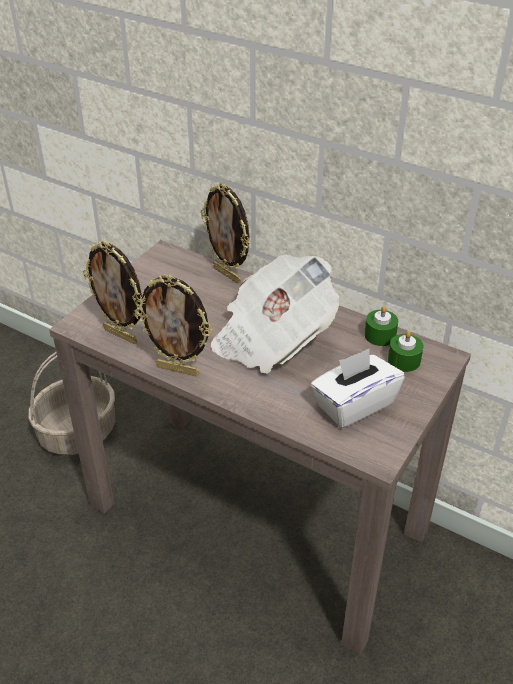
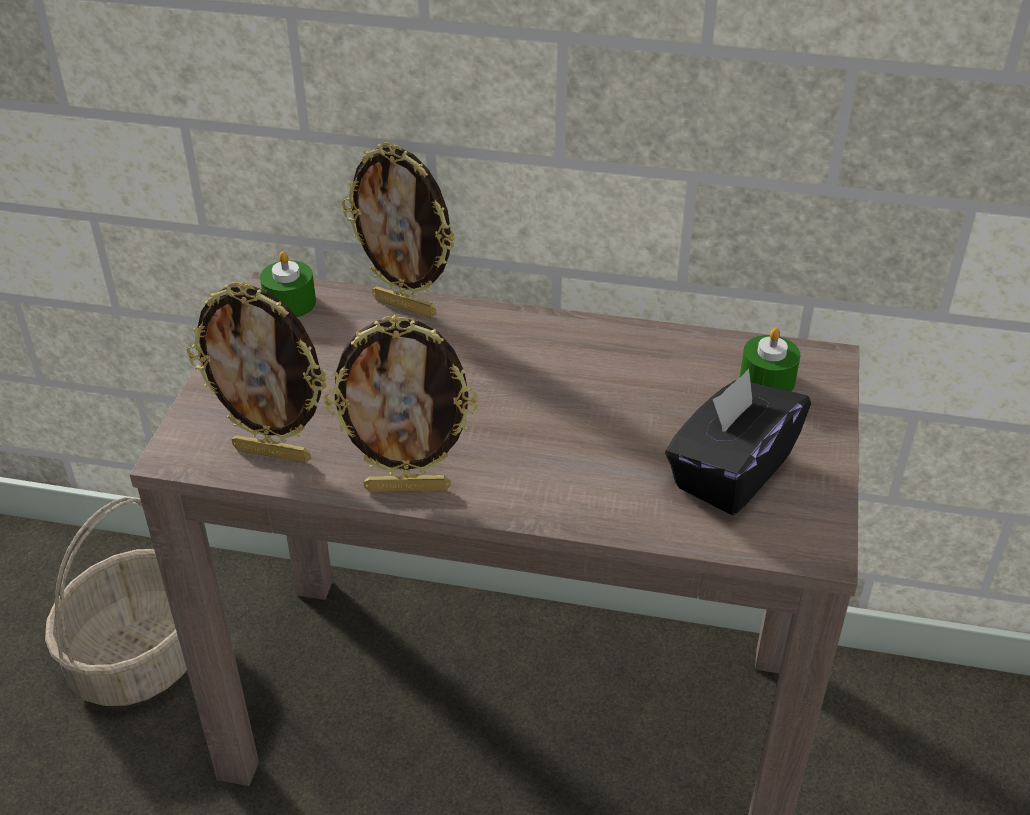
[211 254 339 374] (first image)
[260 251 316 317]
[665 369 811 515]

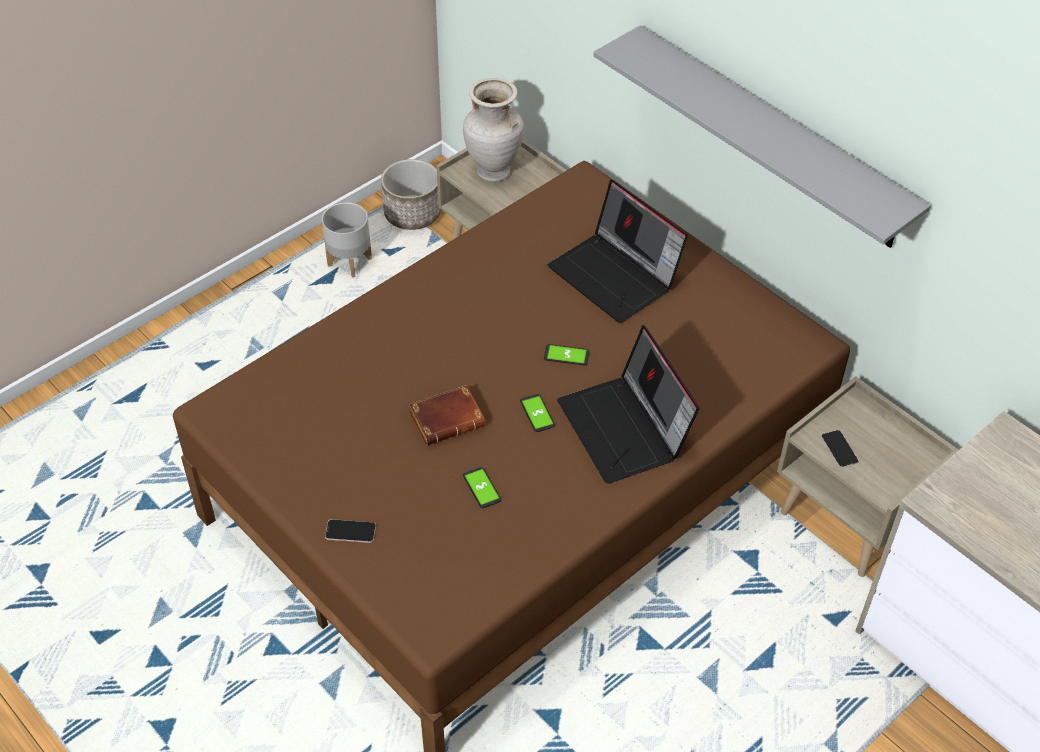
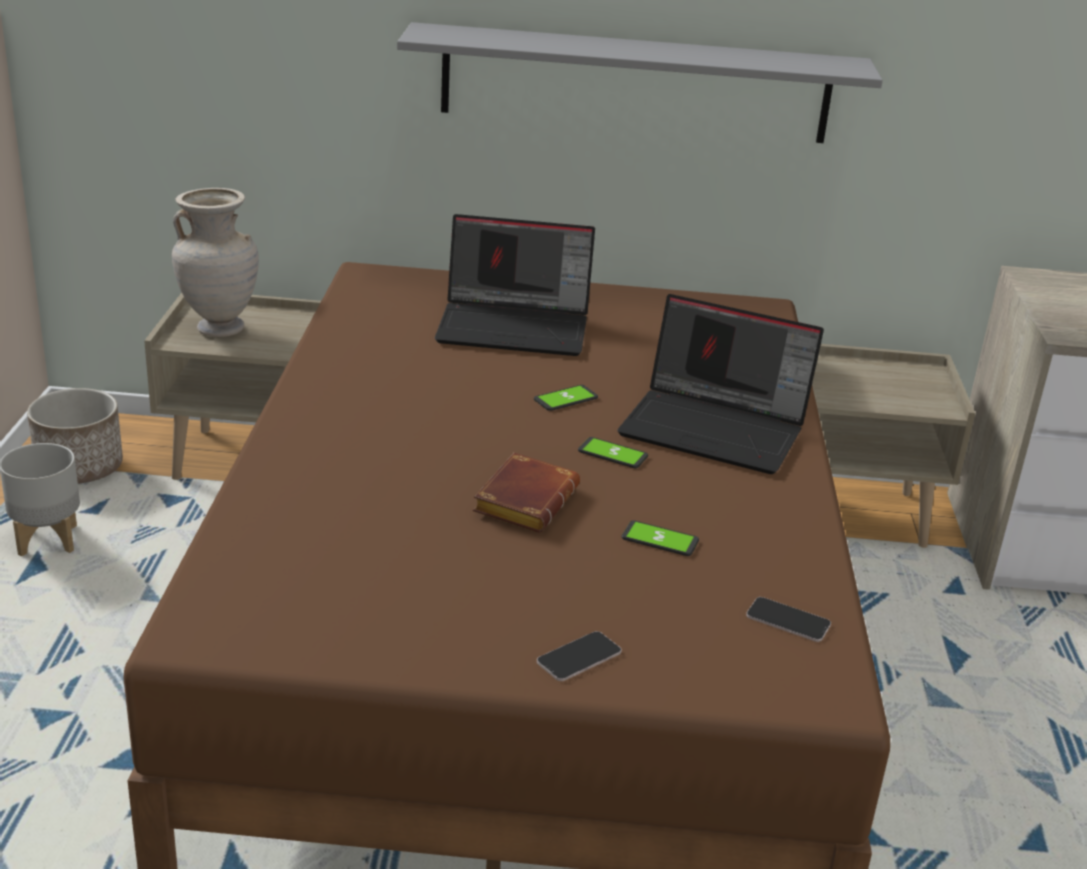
[746 597 831 642]

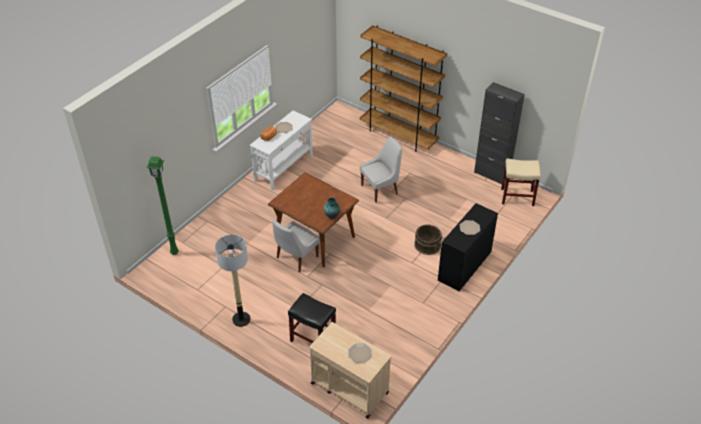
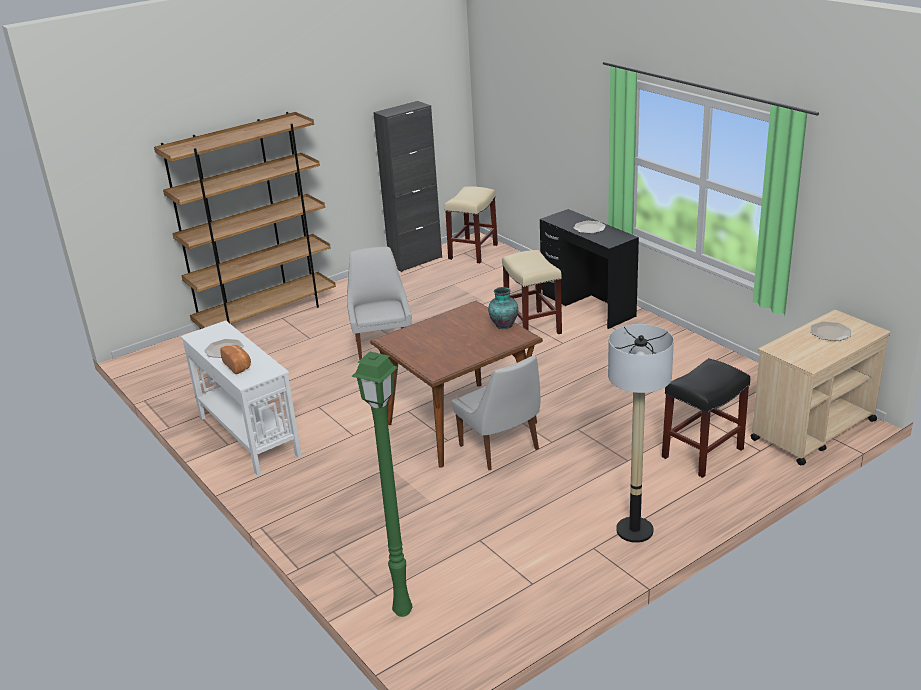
[502 250 562 334]

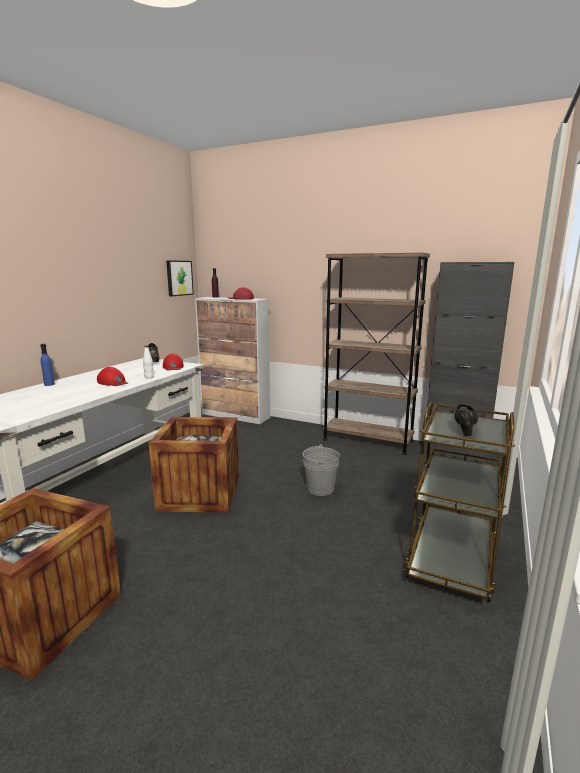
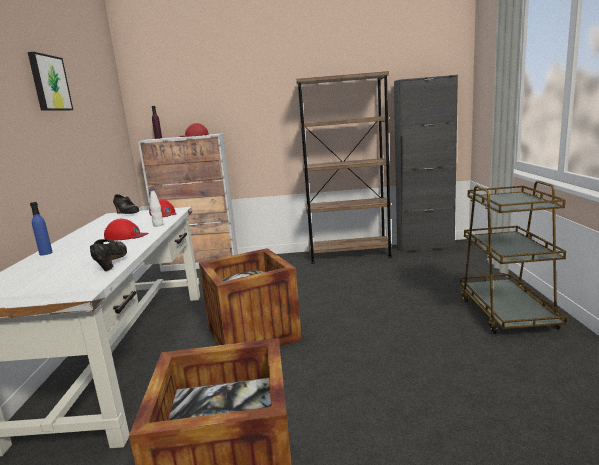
[28 52 73 111]
[90 239 127 271]
[303 444 340 496] (first image)

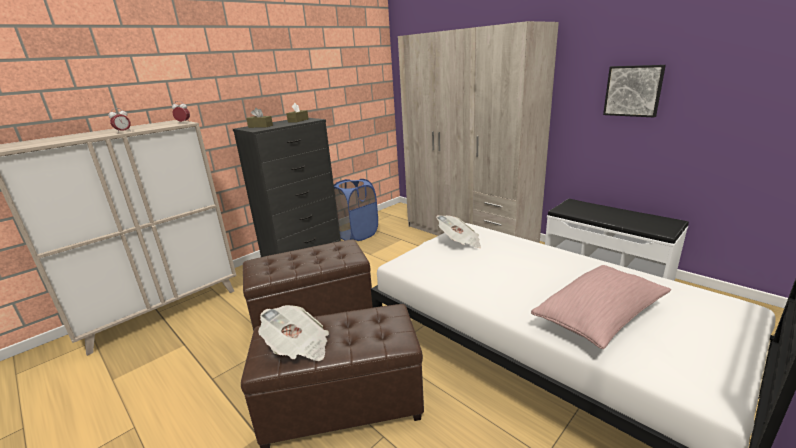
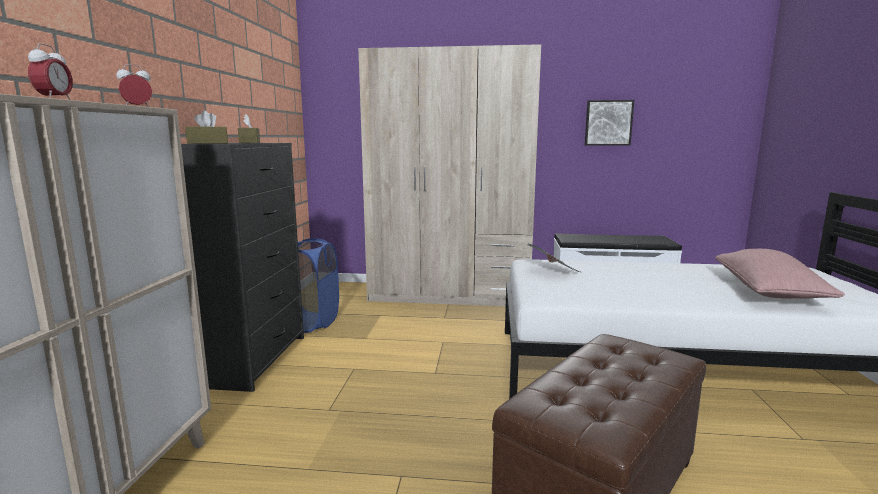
[243 239 373 331] (first image)
[258 305 329 361] (first image)

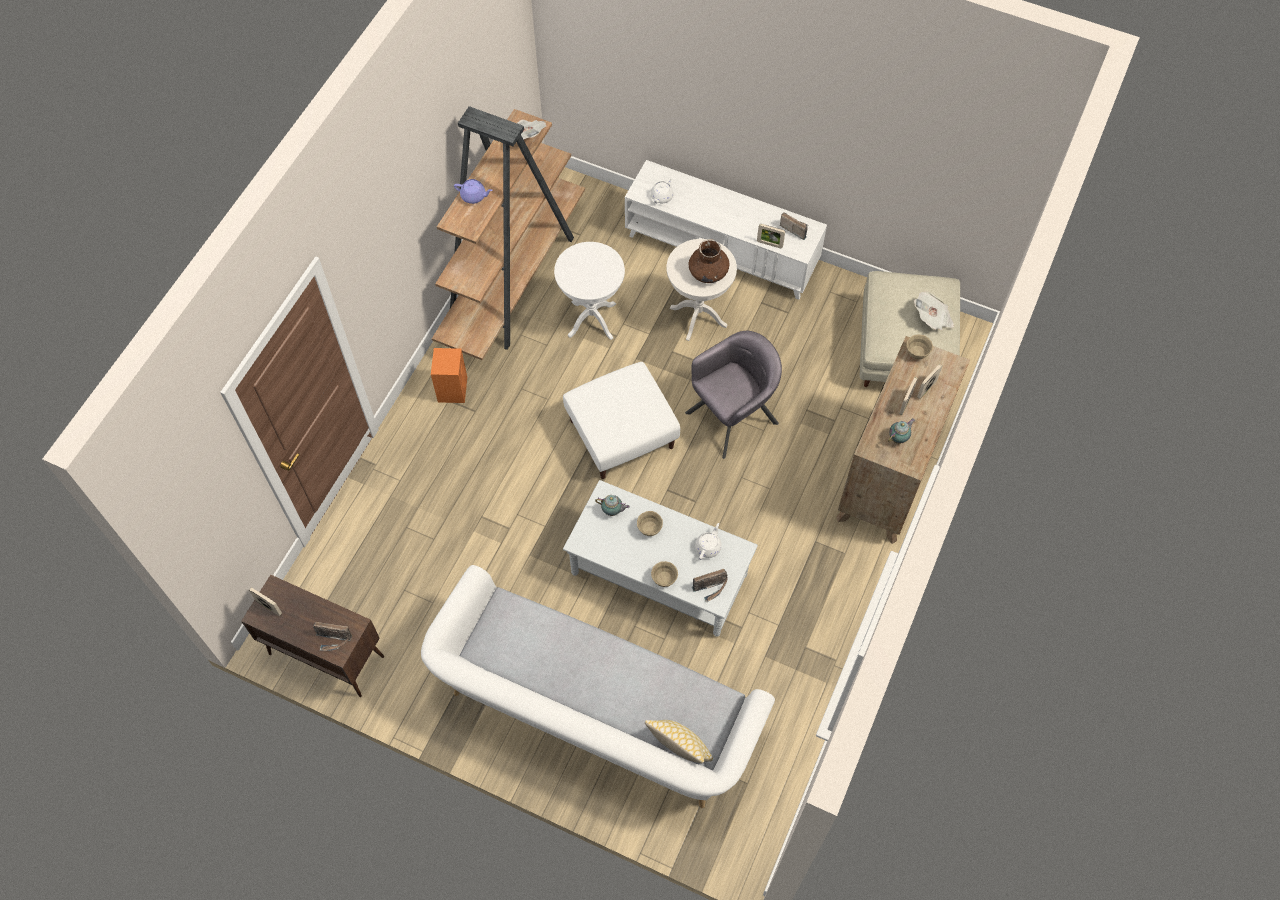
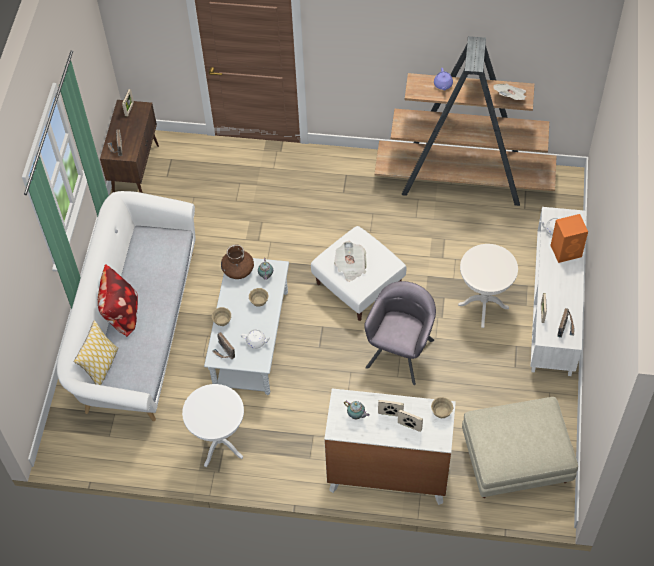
[221 245 254 279]
[182 384 244 467]
[334 241 367 282]
[364 281 436 385]
[324 389 456 505]
[550 214 588 263]
[98 264 138 337]

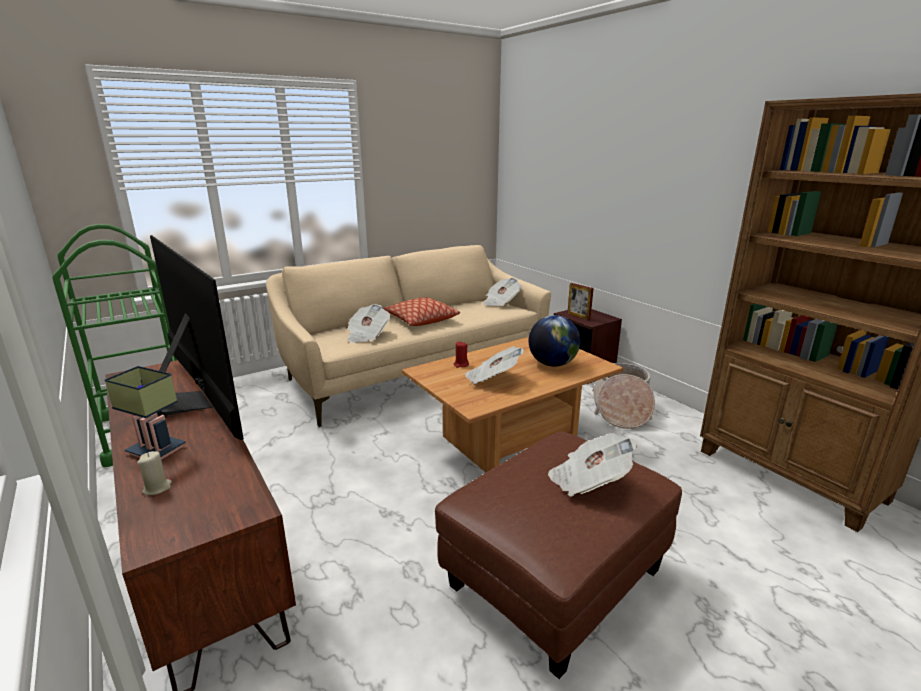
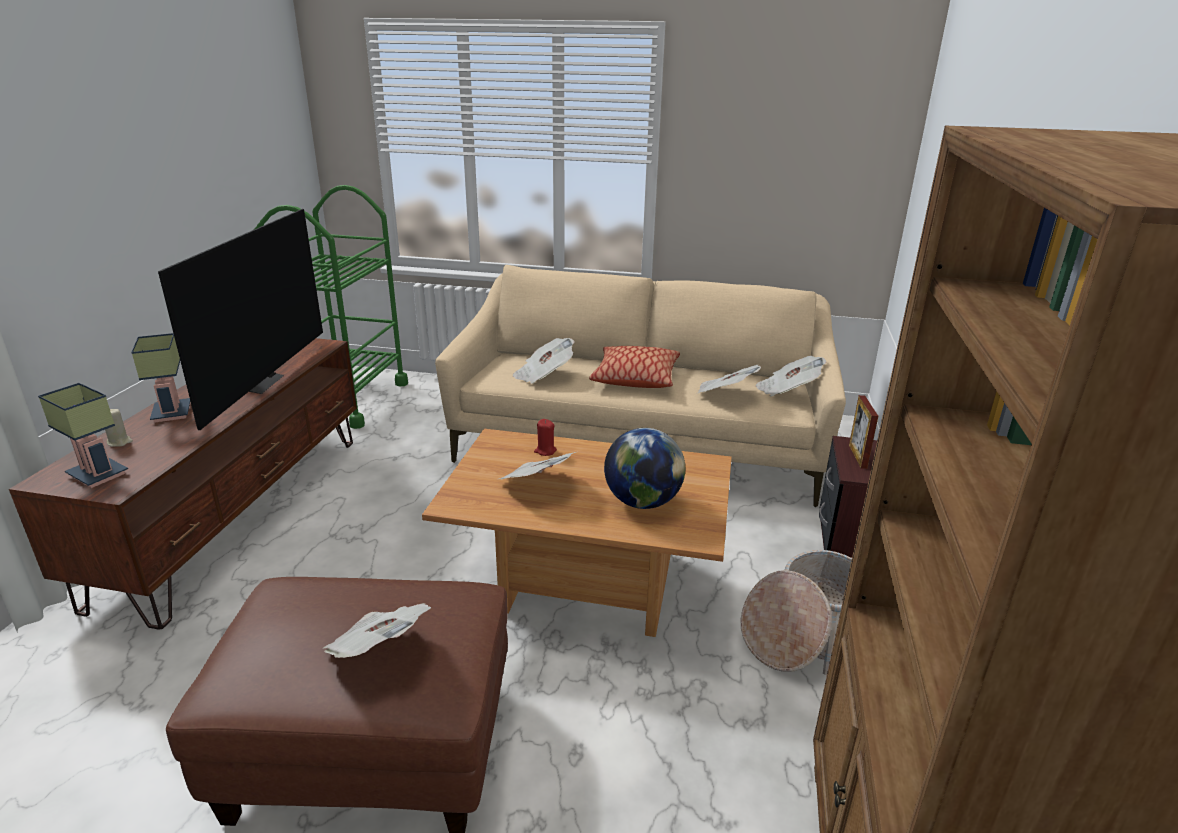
[696 364 761 394]
[38 383 128 488]

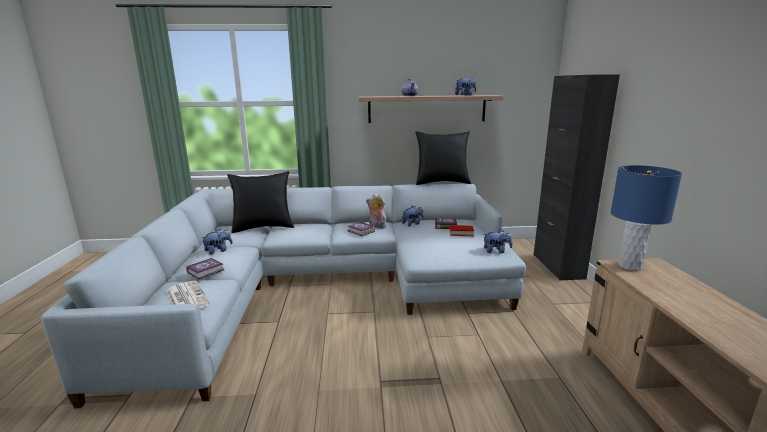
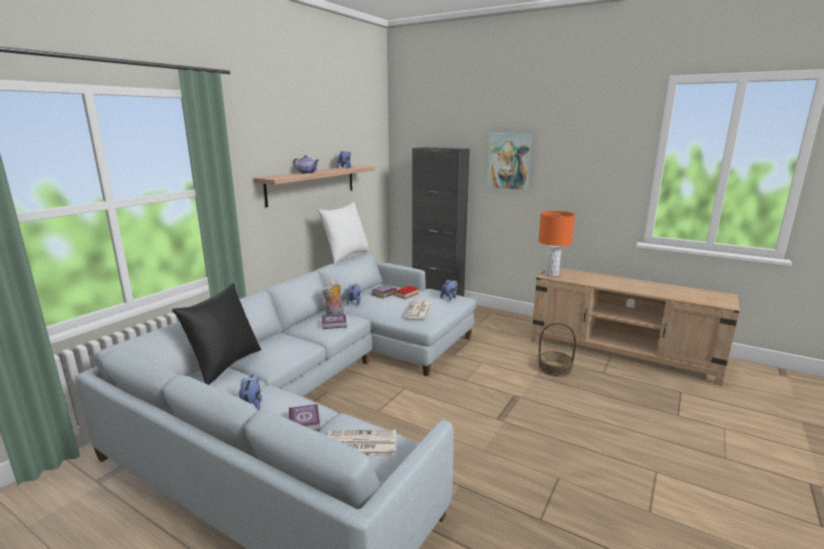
[317 202 370 264]
[538 211 575 276]
[486 133 532 190]
[404 300 432 319]
[538 323 576 377]

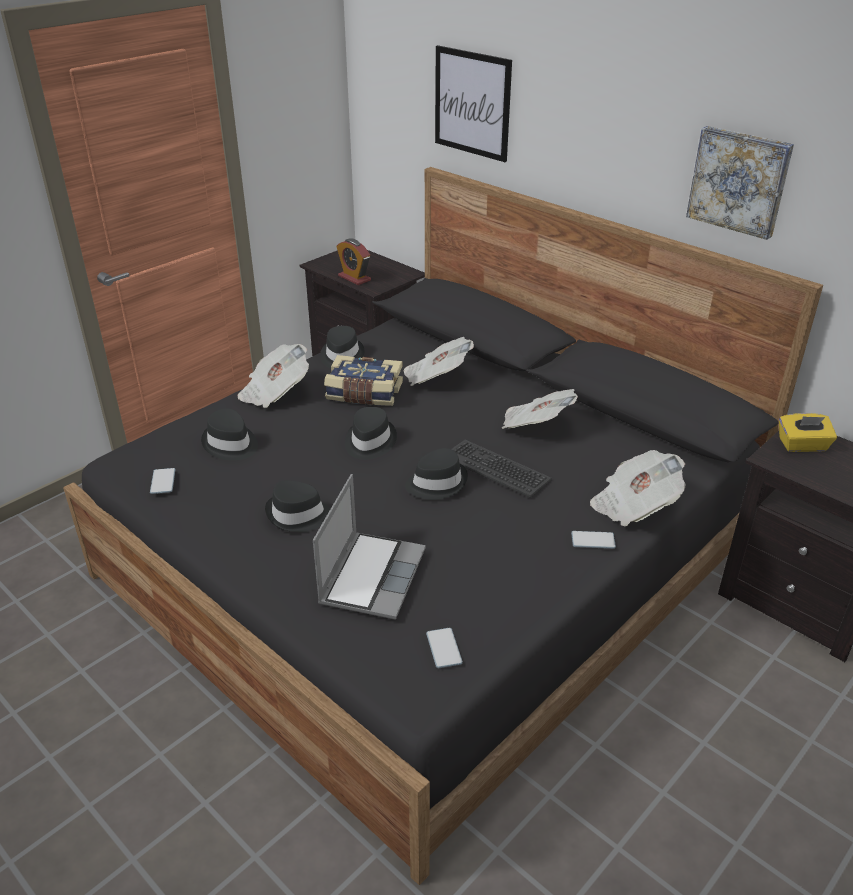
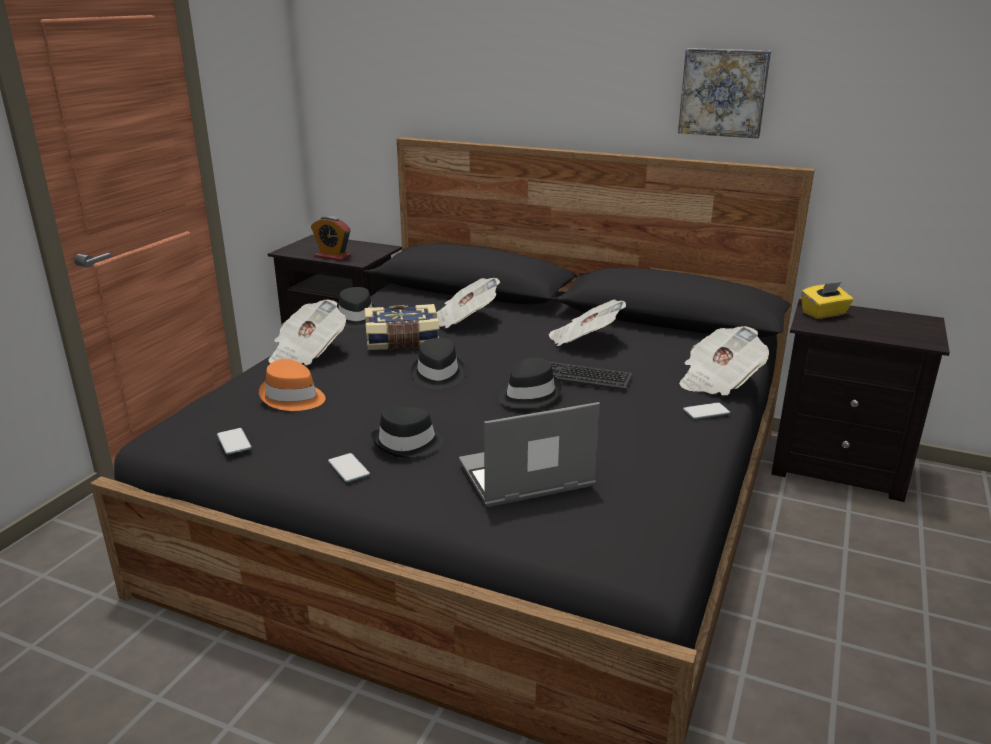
[435 45 512 162] (first image)
[259 359 325 411]
[459 402 600 507]
[328 453 370 482]

